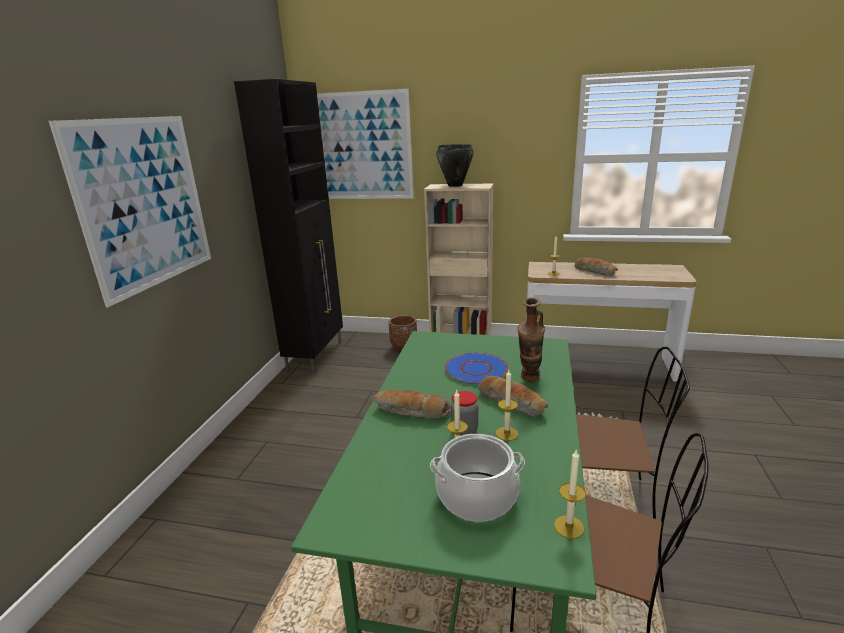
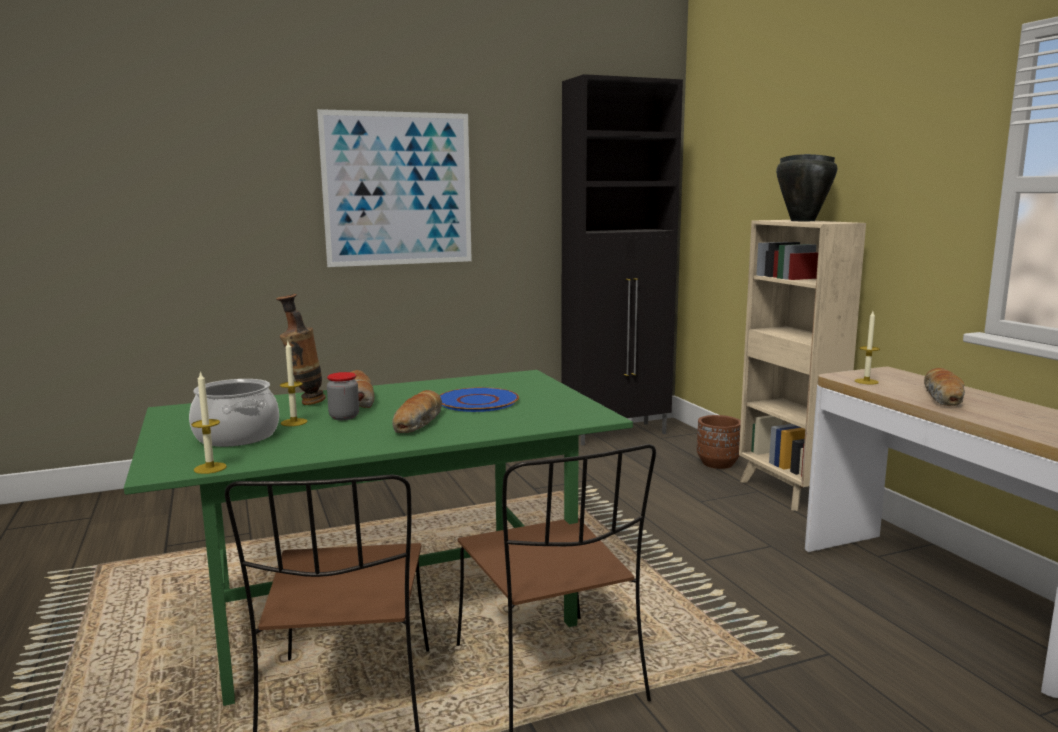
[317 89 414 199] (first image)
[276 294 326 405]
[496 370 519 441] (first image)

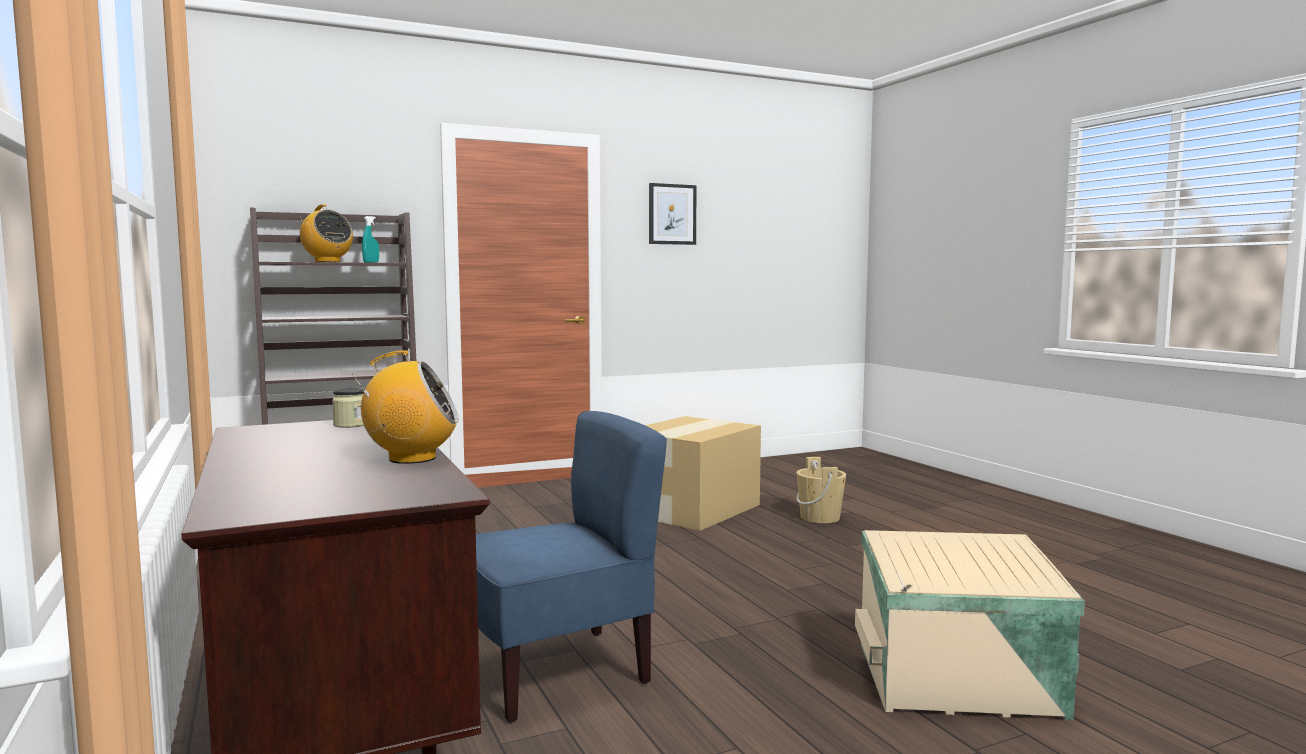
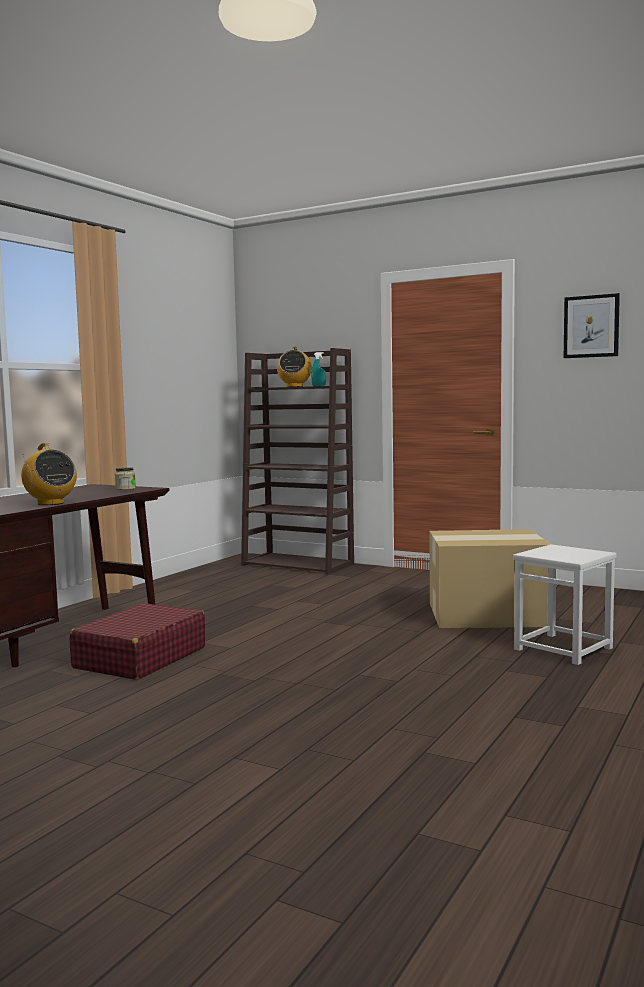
[69 603 206 680]
[513 544 617 665]
[855 530 1085 720] (first image)

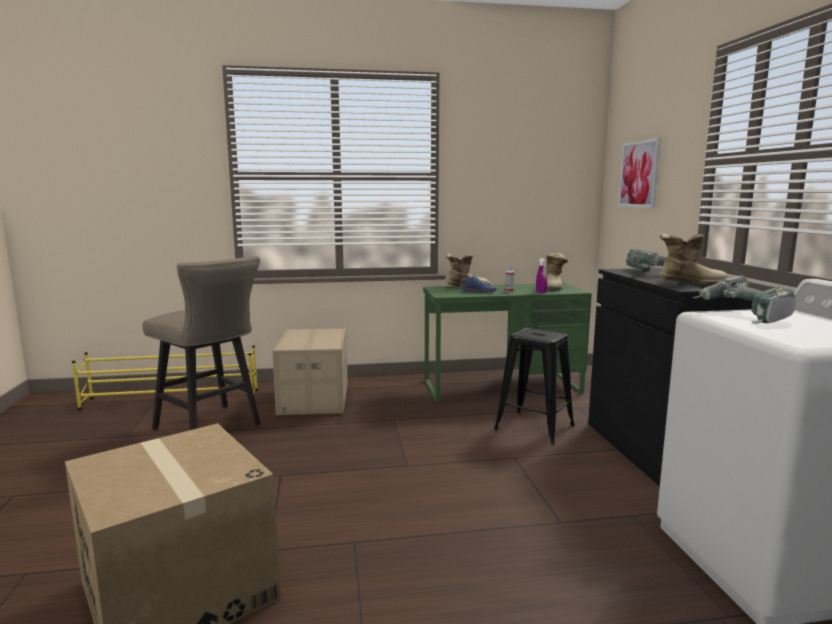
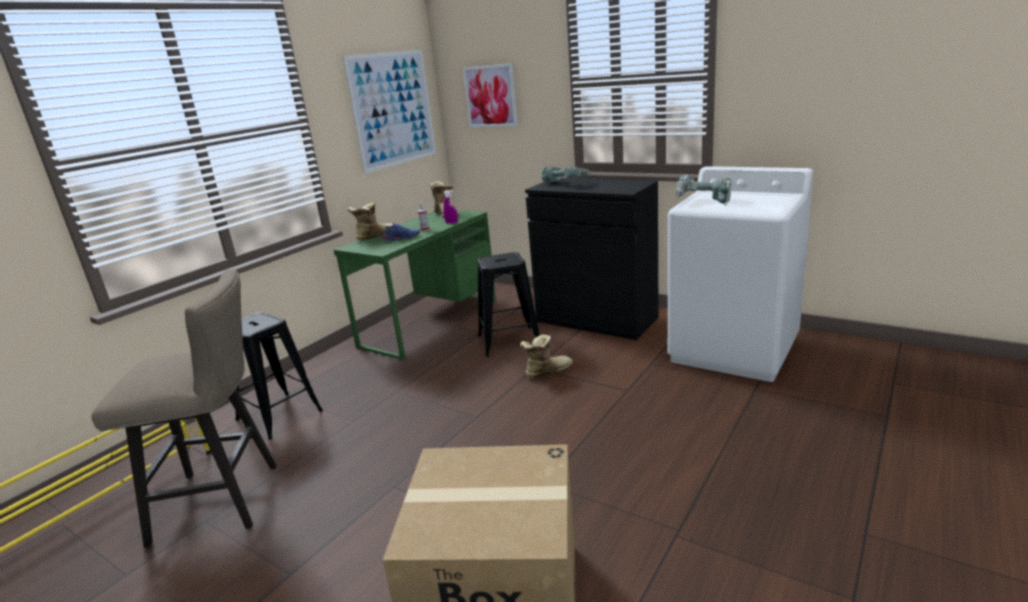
[520 335 573 378]
[235 312 323 440]
[342 50 436 173]

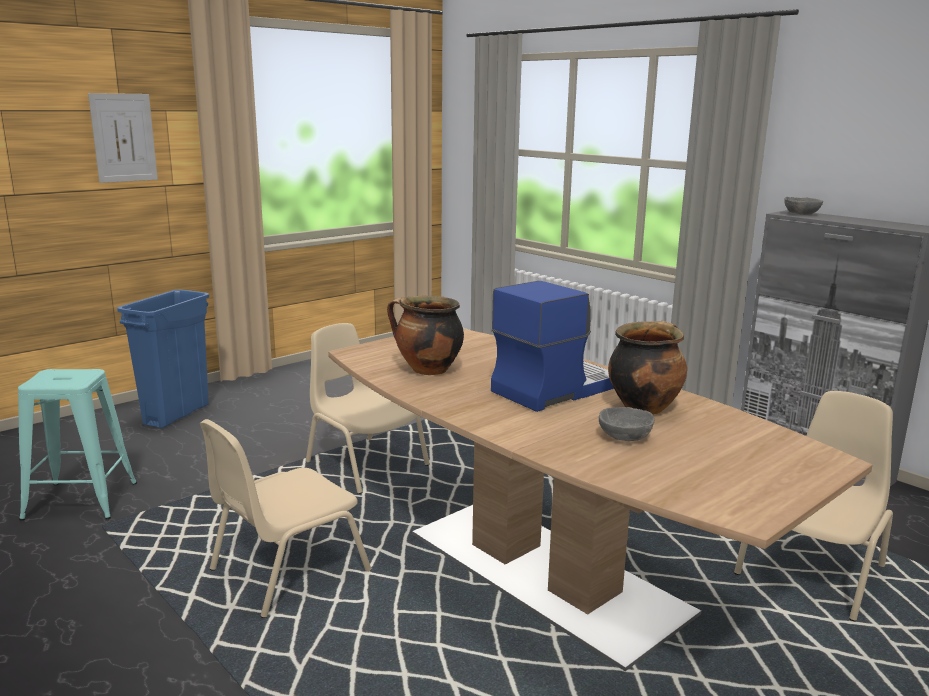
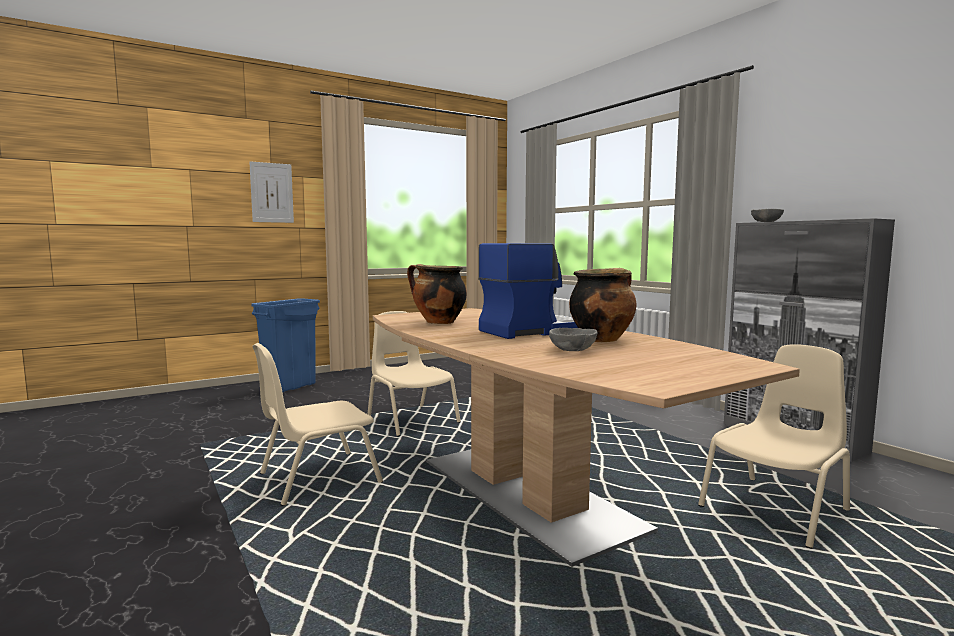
[18 369 137 521] (first image)

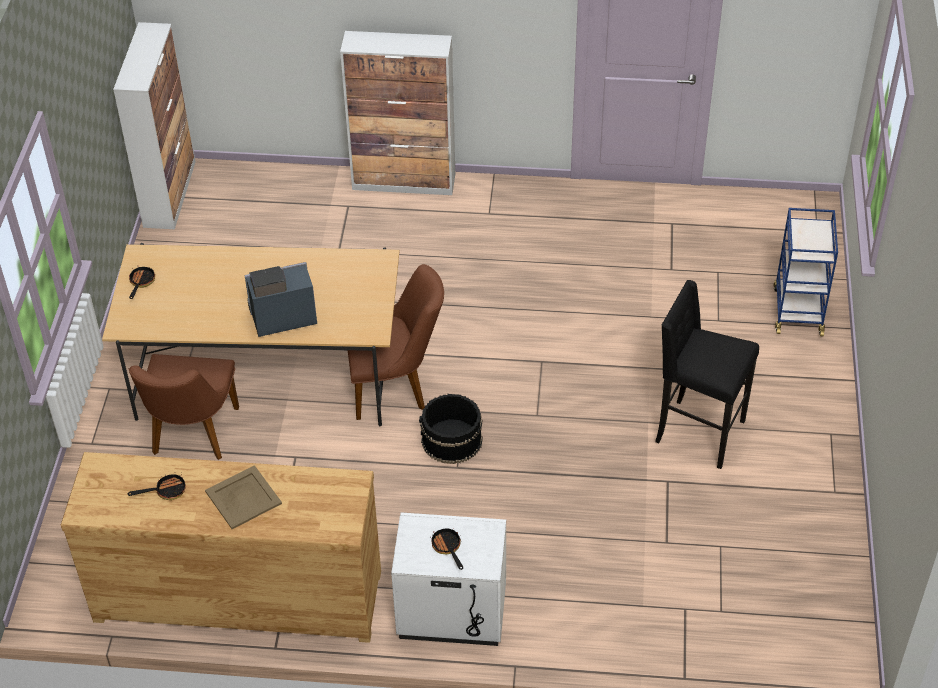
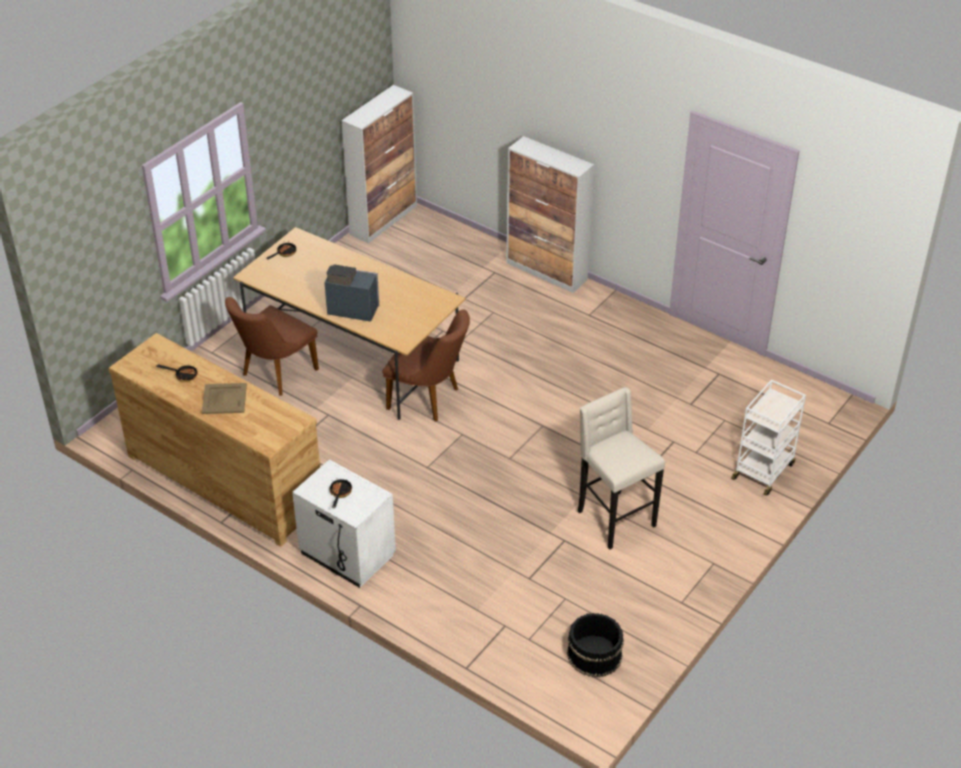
[731 379 806 495]
[578 387 665 549]
[567 613 624 678]

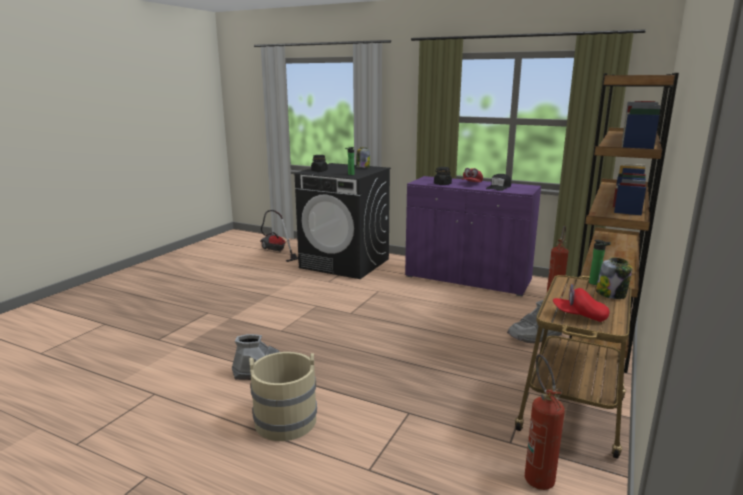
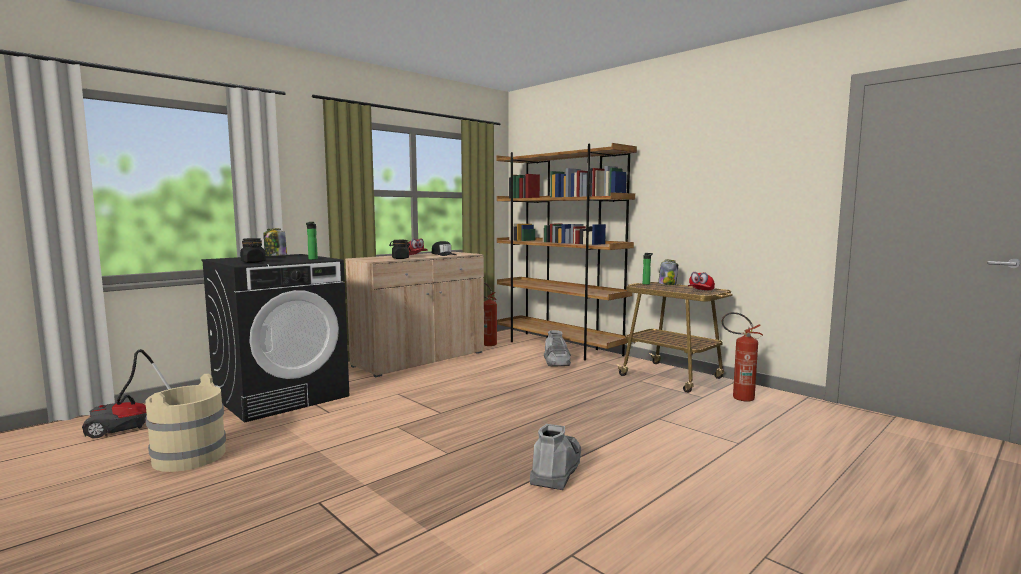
[345 252 484 377]
[145 374 226 472]

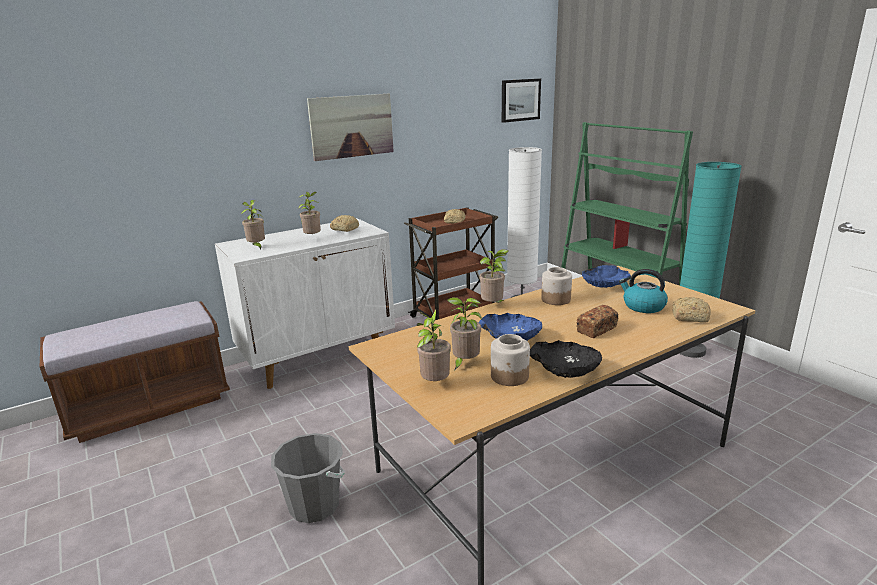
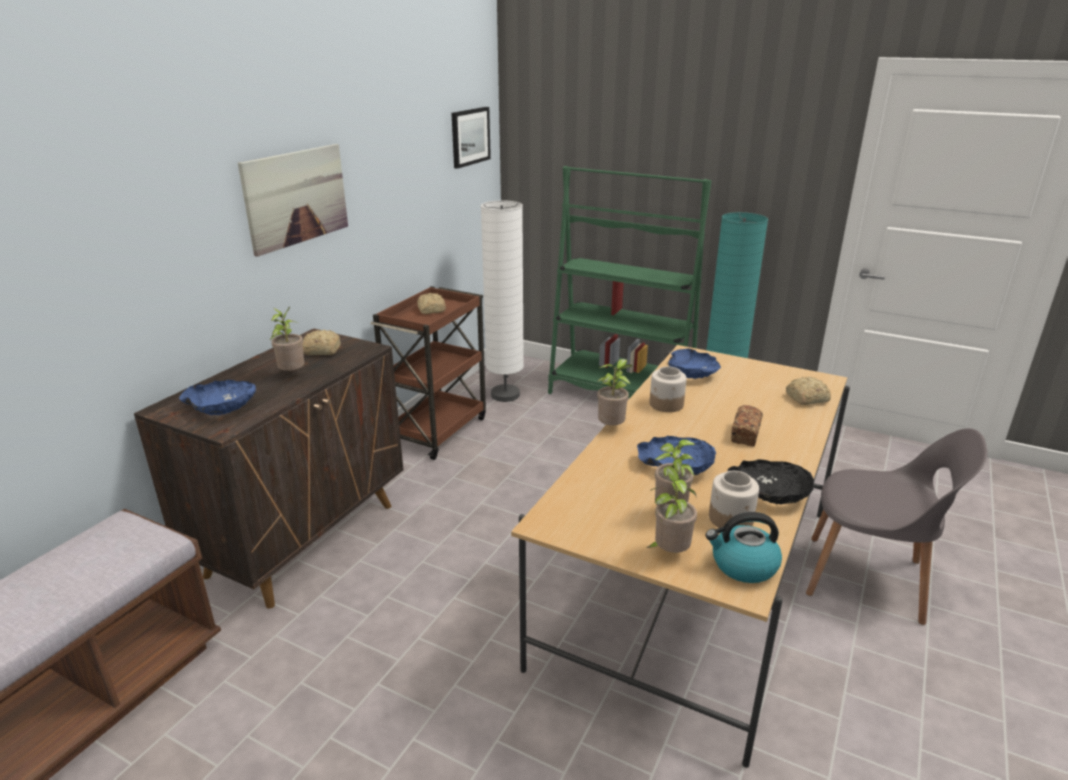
[179 380 256 415]
[134 328 403 609]
[706 512 782 583]
[271 433 345 523] (first image)
[806 428 987 625]

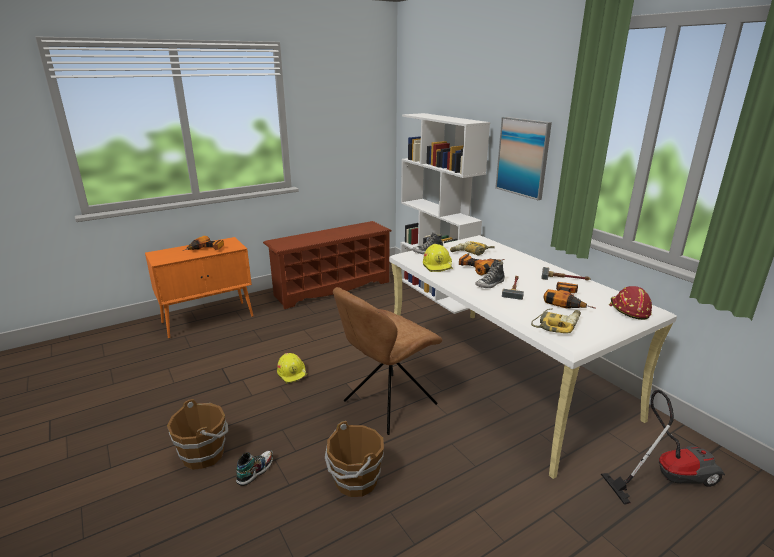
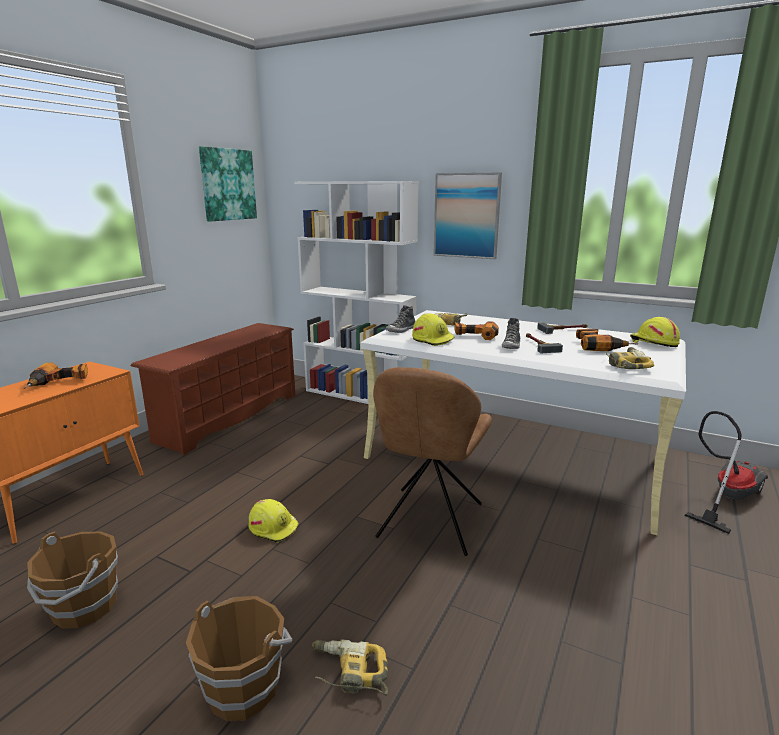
[630 317 680 347]
[27 532 118 629]
[312 639 388 696]
[199 146 257 221]

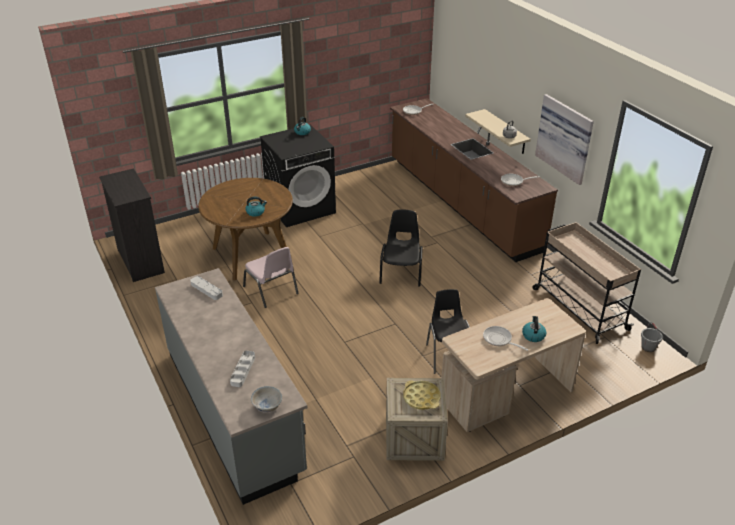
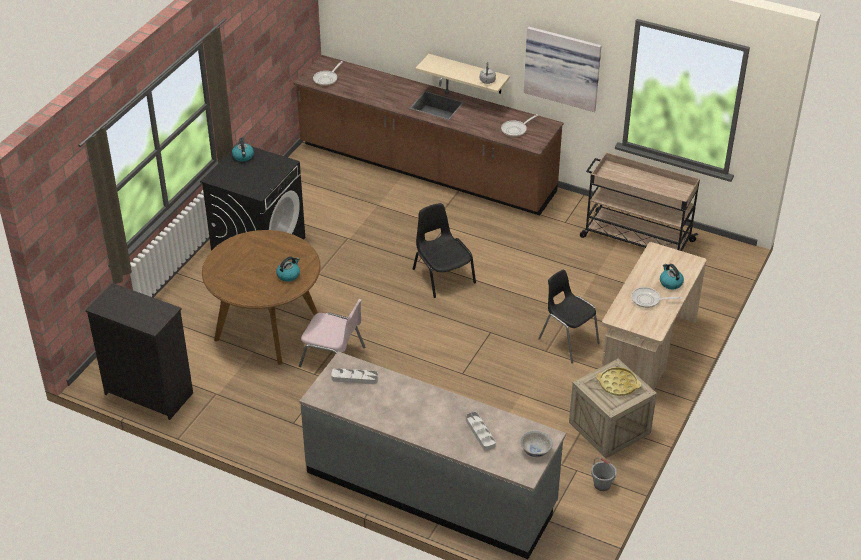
[591 457 617 491]

